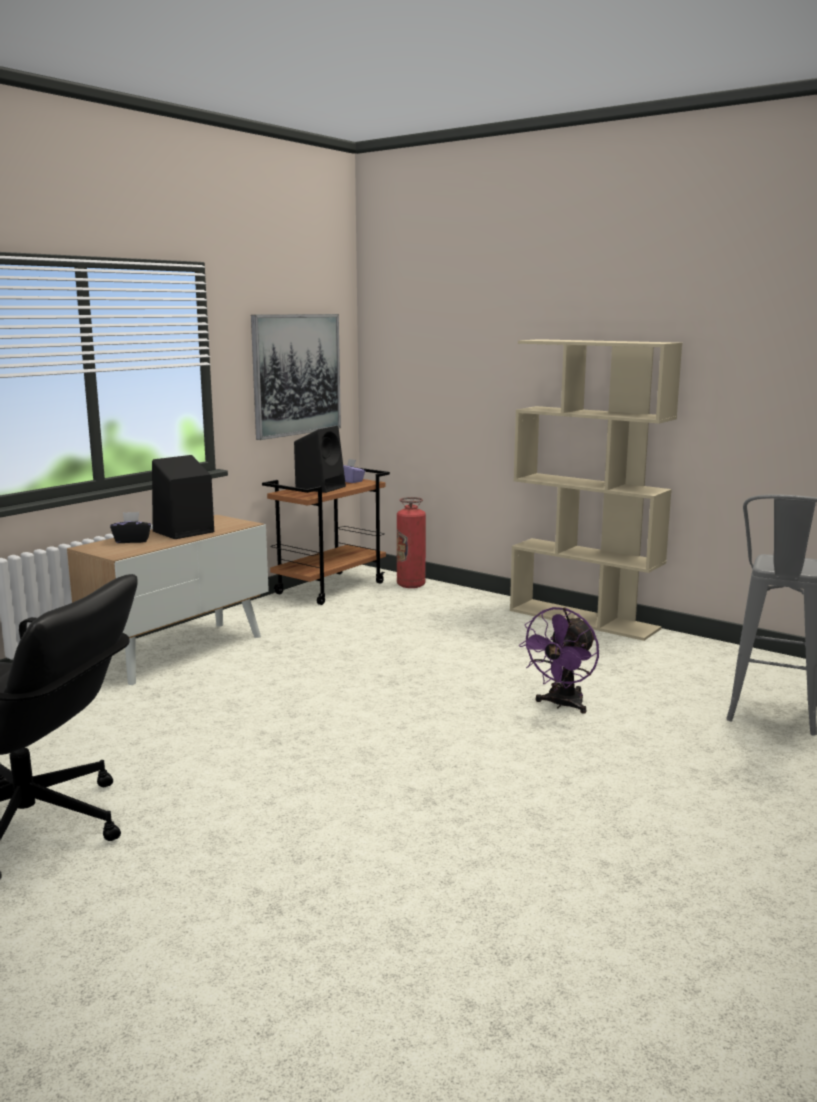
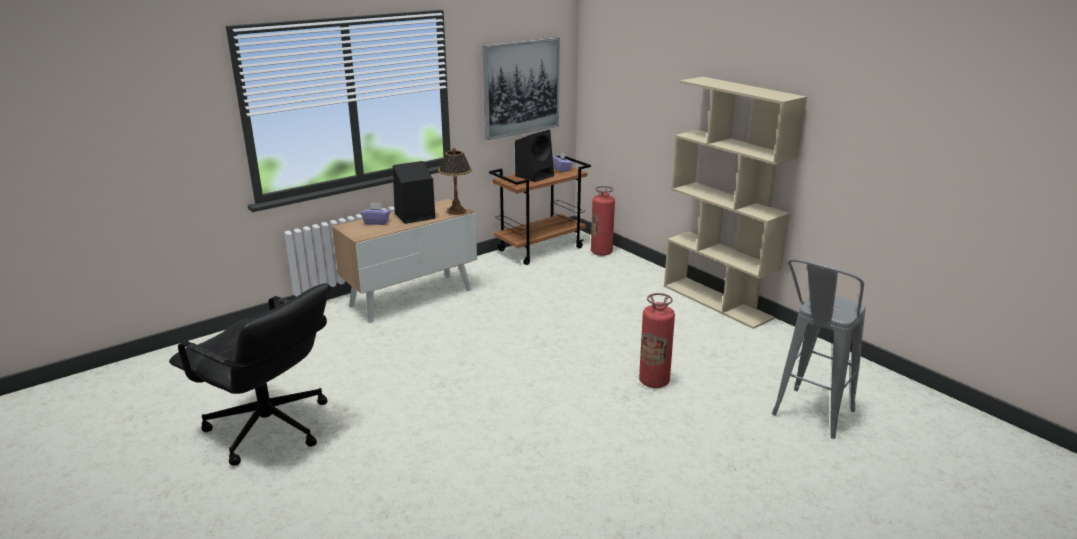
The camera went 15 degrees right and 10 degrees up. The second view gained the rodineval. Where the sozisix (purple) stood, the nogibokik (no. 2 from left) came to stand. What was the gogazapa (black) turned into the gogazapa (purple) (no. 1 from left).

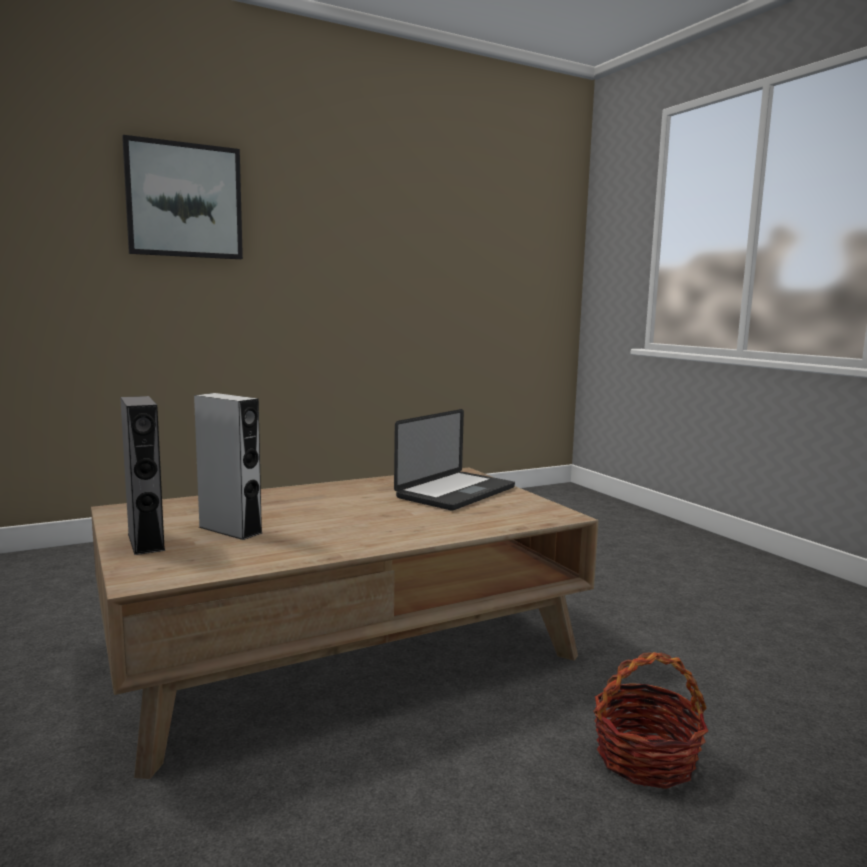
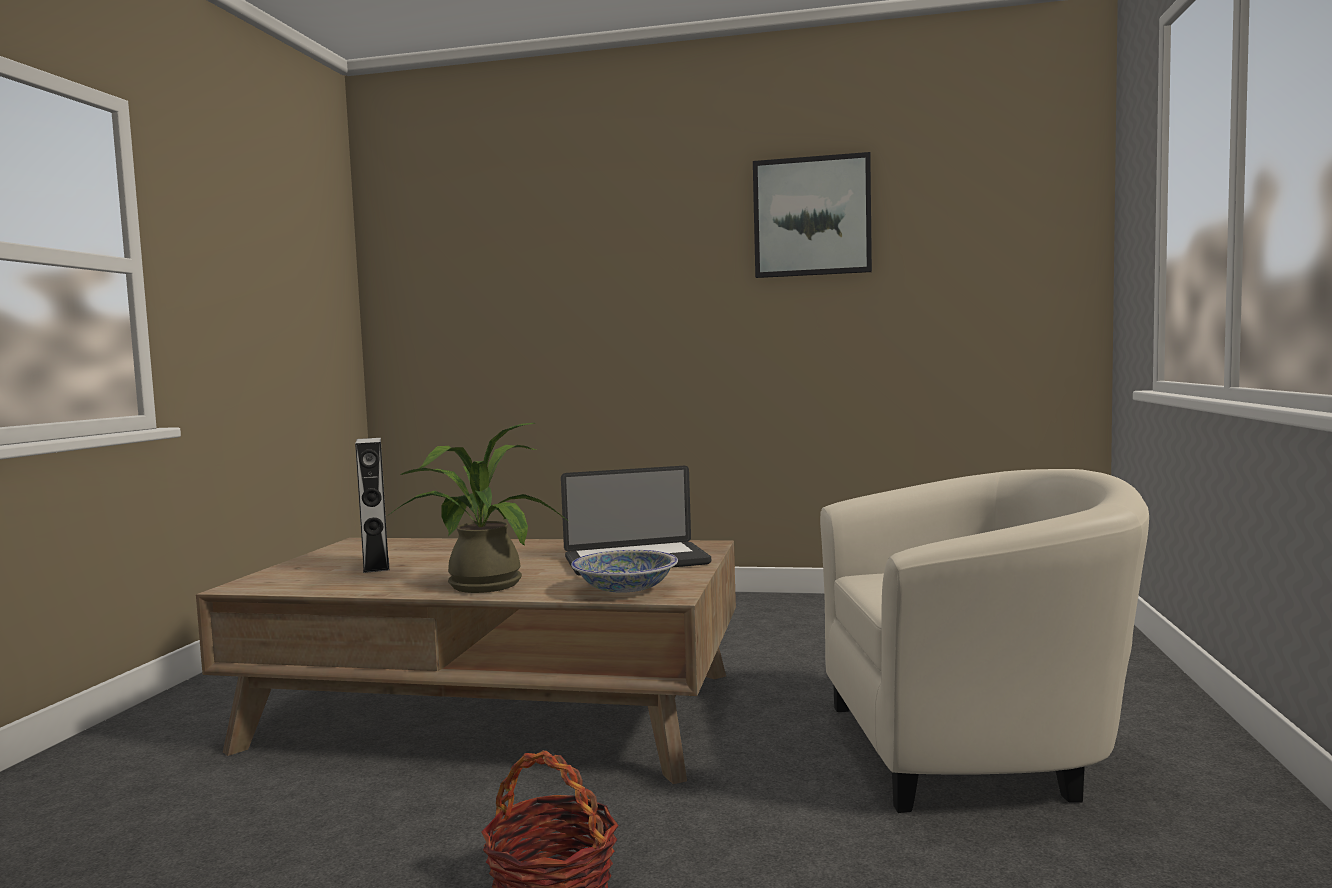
The camera went 40 degrees right and 5 degrees down. The second view lost the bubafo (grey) (no. 1 from left). The second view gained the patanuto. The second view gained the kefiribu. The second view gained the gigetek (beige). The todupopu ended up elsewhere.

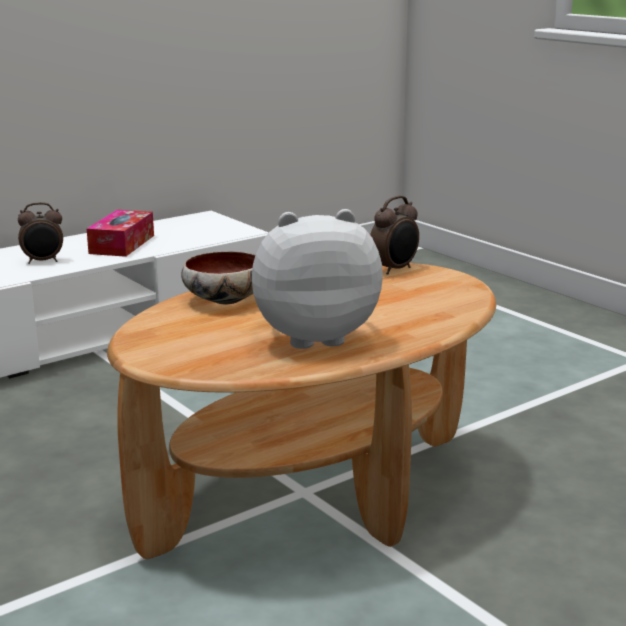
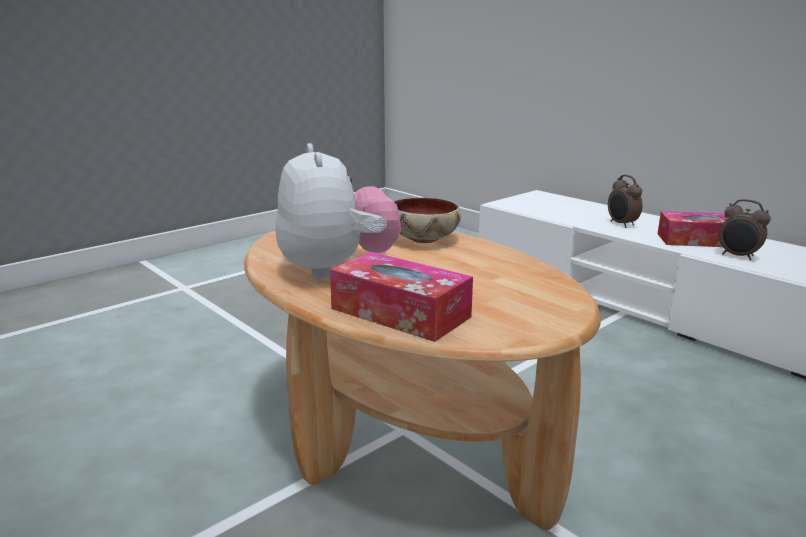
The camera went 85 degrees right and 0 degrees up. The second view gained the gogazapa (no. 1 from left). The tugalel (no. 2 from left) ended up elsewhere.

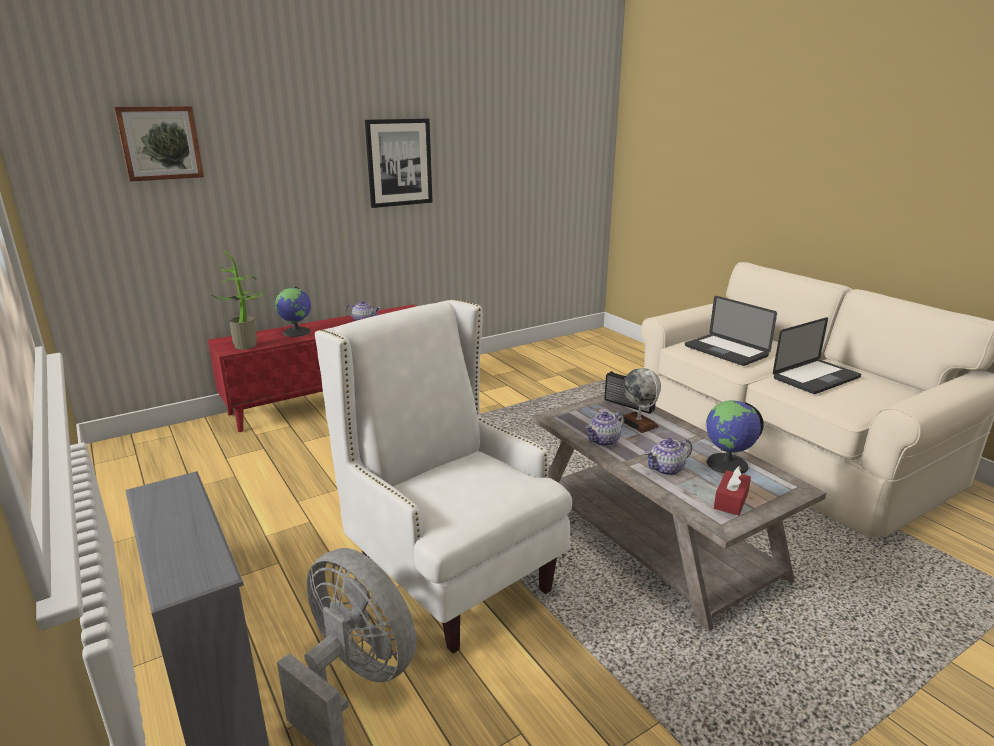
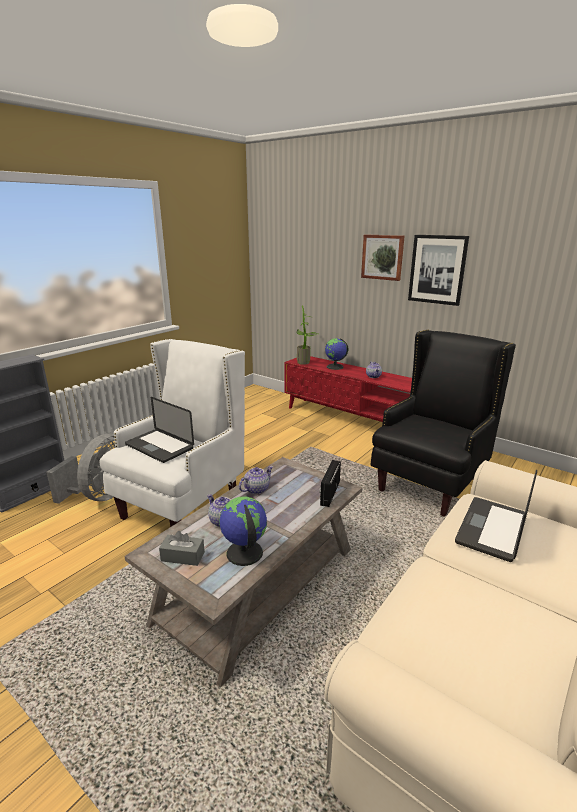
The camera went 70 degrees right and 0 degrees up. The second view lost the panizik (no. 2 from left). The second view gained the gigetek (black). The todupopu (no. 1 from left) ended up elsewhere. The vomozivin (no. 2 from left in the first image) ended up elsewhere. What was the gogazapa (red) turned into the gogazapa (grey). The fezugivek (no. 2 from left) ended up facing another way, 105 degrees clockwise from before.

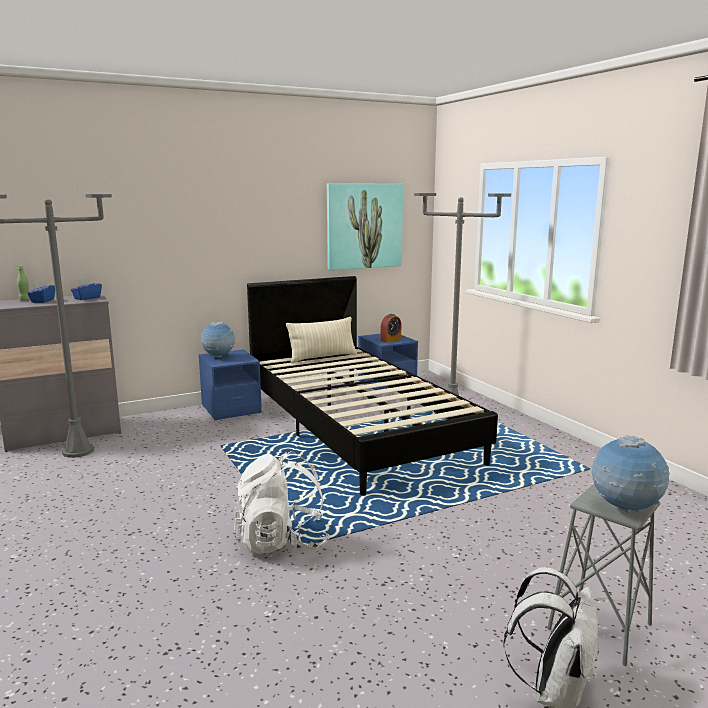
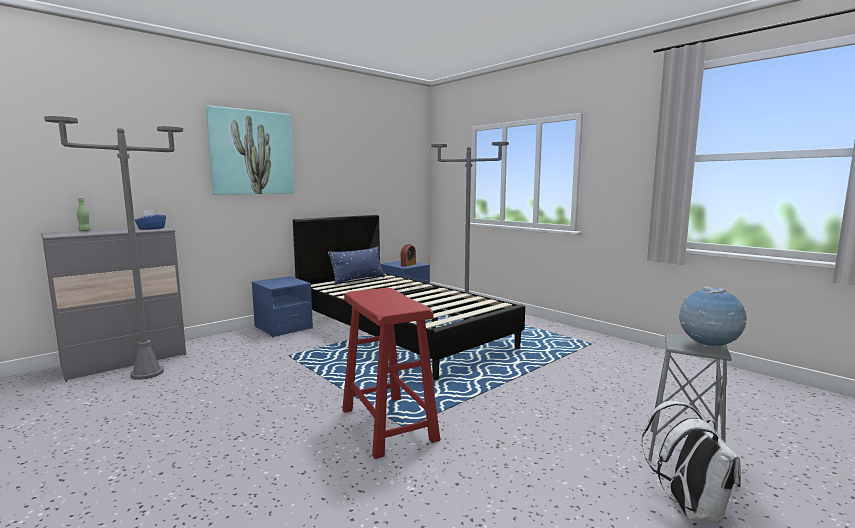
The camera went 15 degrees left and 5 degrees down. The second view lost the gogazapa (blue) (no. 1 from left). The second view lost the panizik (no. 1 from left). The todupopu ended up elsewhere. Where the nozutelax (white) (no. 1 from left) stood, the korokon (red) came to stand. What was the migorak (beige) turned into the migorak (blue).

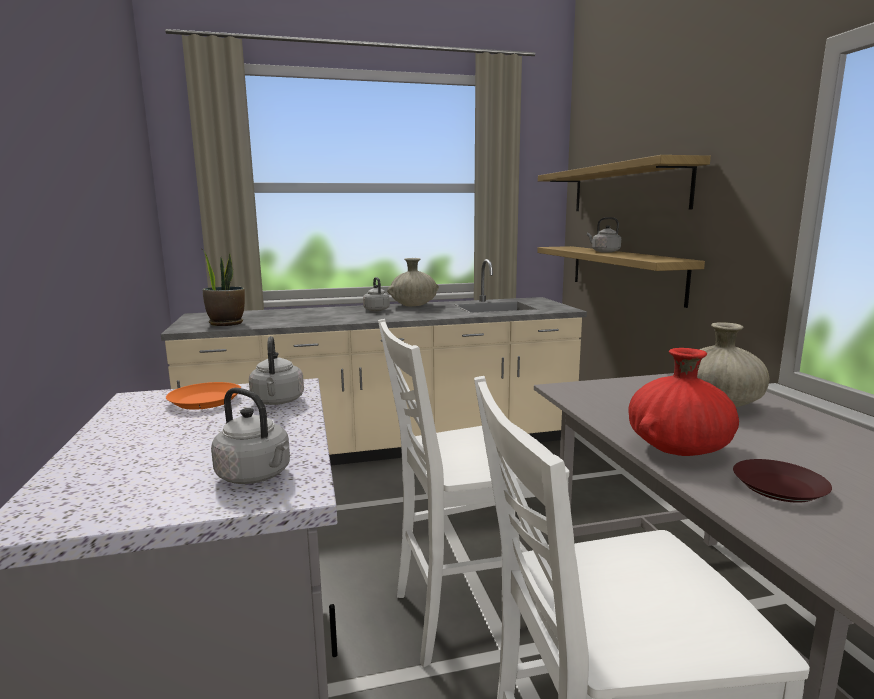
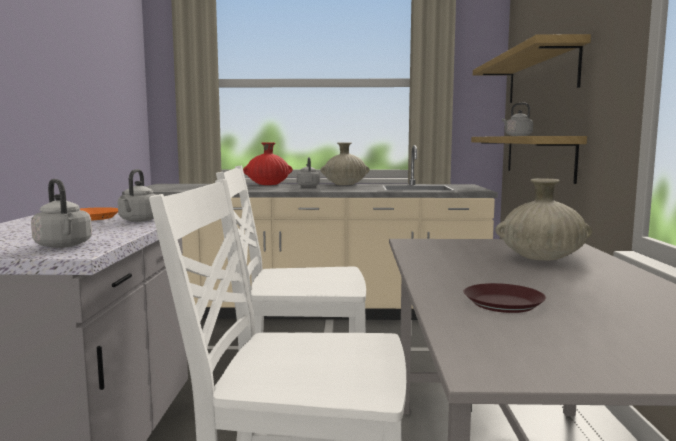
The camera went 15 degrees right and 5 degrees down. The second view lost the patanuto. The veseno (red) ended up elsewhere.

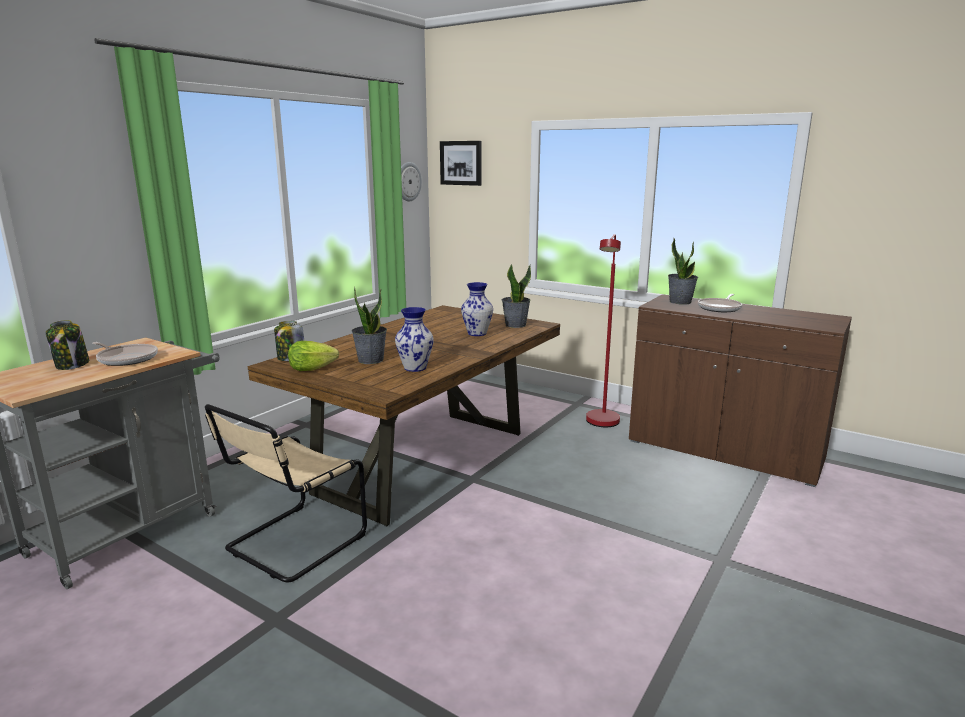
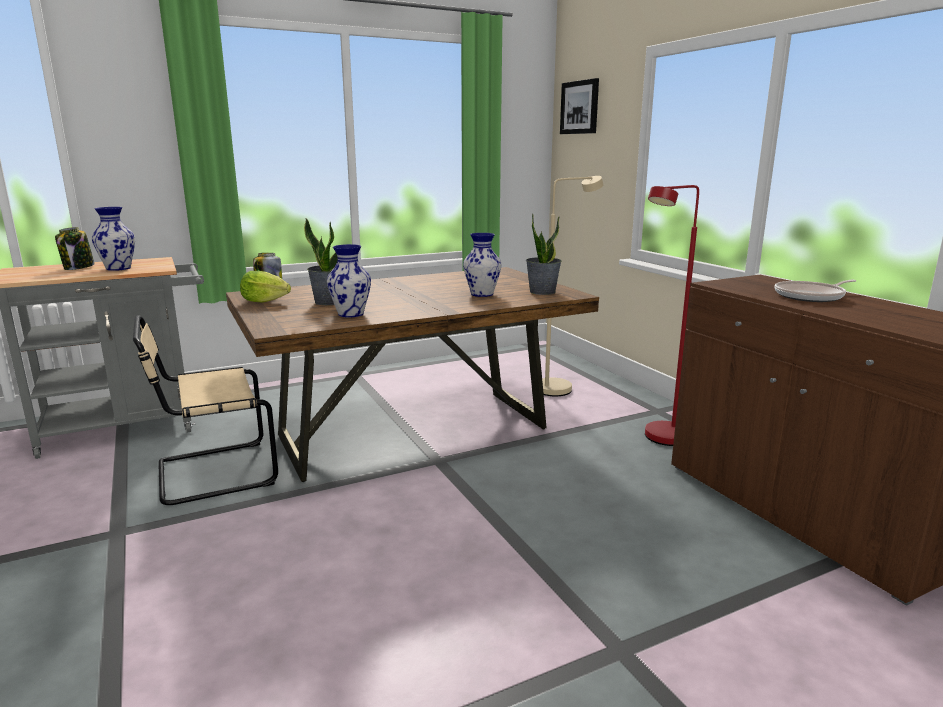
The camera went 30 degrees right and 0 degrees up. The second view lost the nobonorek. The second view lost the patanuto (no. 3 from left). The second view gained the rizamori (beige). Where the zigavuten (no. 1 from left) stood, the veseno (no. 1 from left) came to stand.

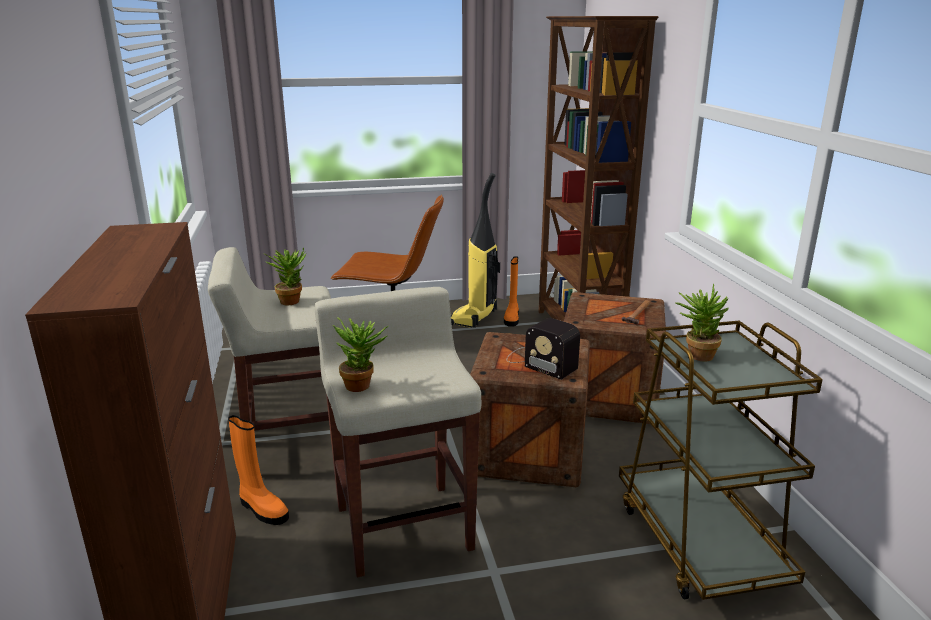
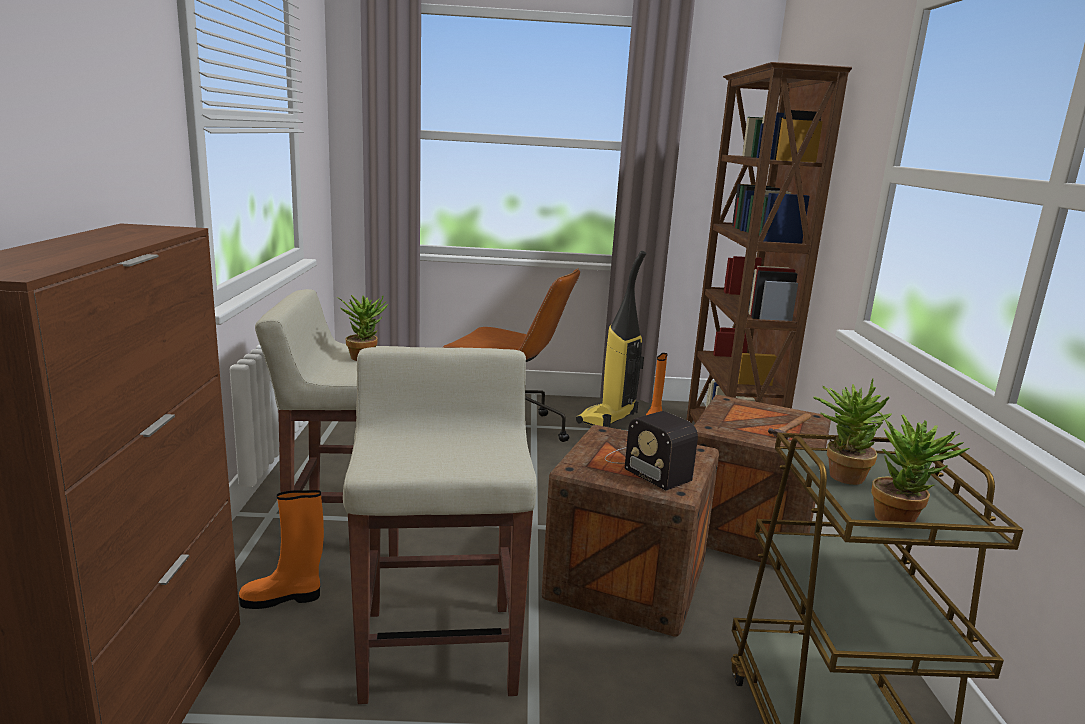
The camera went 10 degrees right and 5 degrees down. The patanuto (no. 2 from left in the first image) ended up elsewhere. The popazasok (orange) (no. 1 from left) ended up facing another way, 120 degrees clockwise from before.

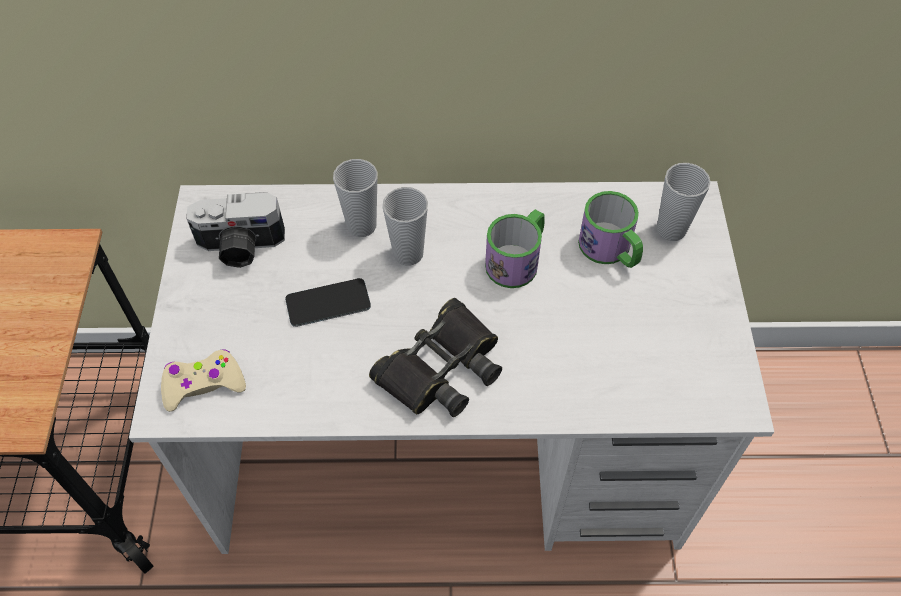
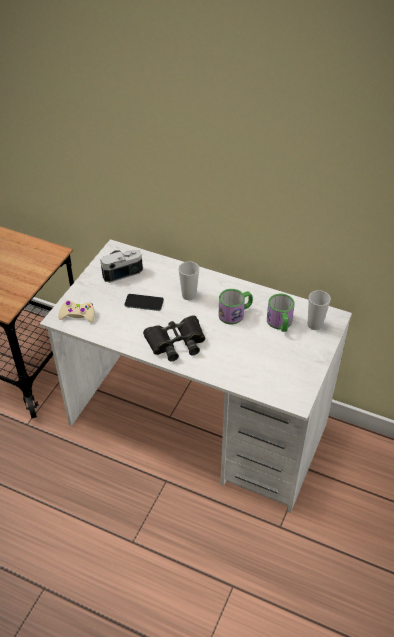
The camera went 25 degrees right and 10 degrees down. The second view lost the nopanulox (no. 1 from left). The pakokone ended up facing another way, 135 degrees clockwise from before.

